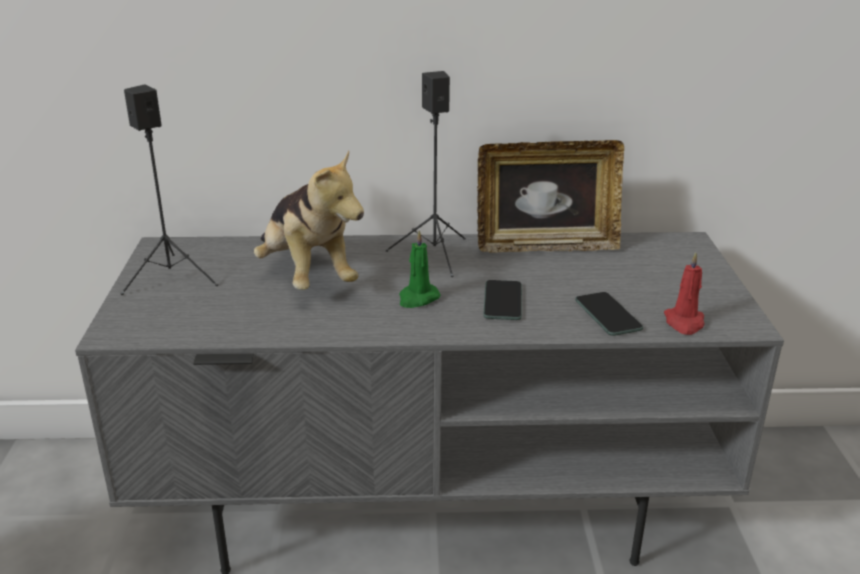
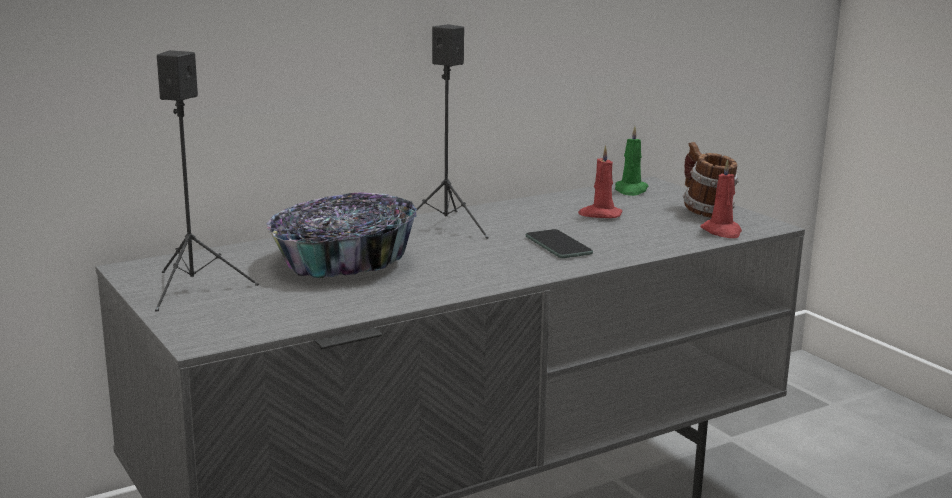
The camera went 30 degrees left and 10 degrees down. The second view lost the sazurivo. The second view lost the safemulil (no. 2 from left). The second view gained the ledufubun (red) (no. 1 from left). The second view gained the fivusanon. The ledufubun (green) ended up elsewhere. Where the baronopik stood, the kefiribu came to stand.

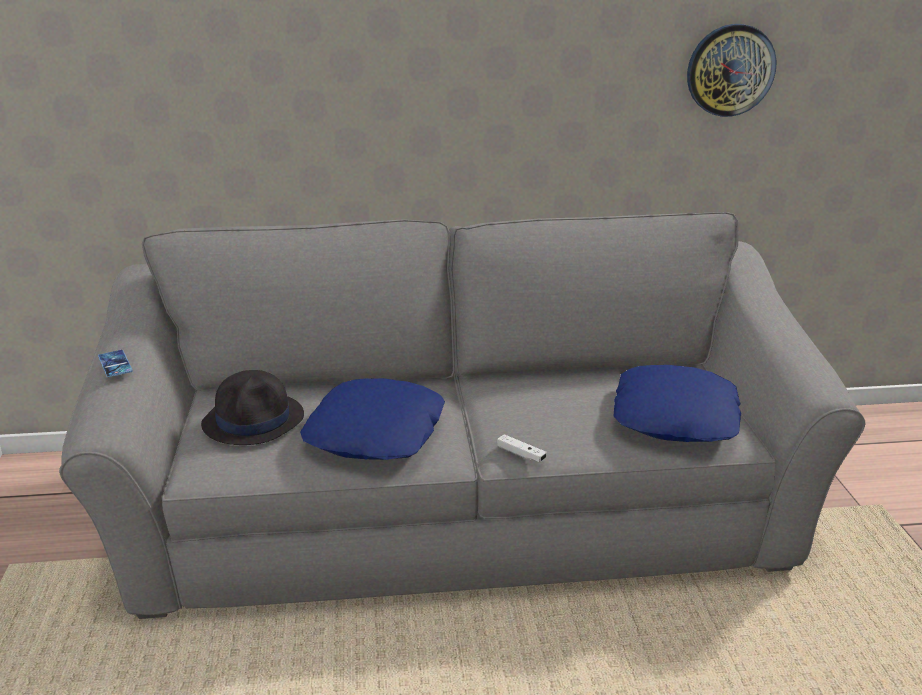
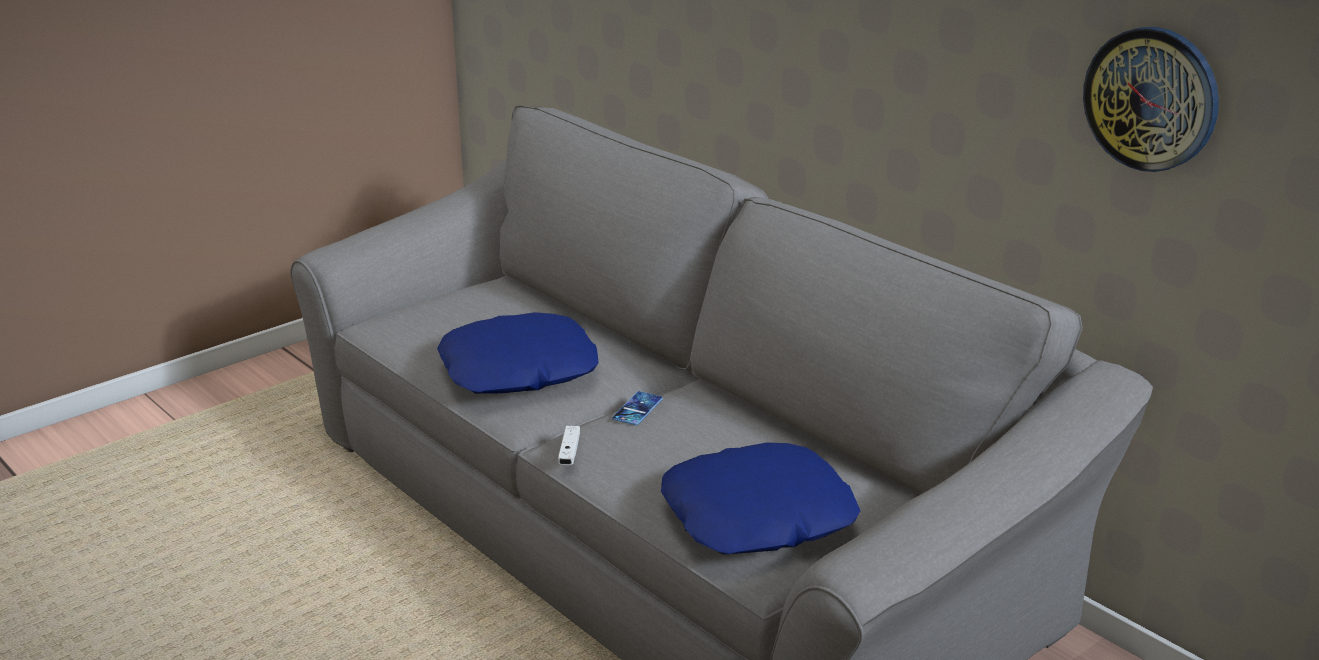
The camera went 55 degrees right and 0 degrees up. The second view lost the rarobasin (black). The safemulil ended up elsewhere.

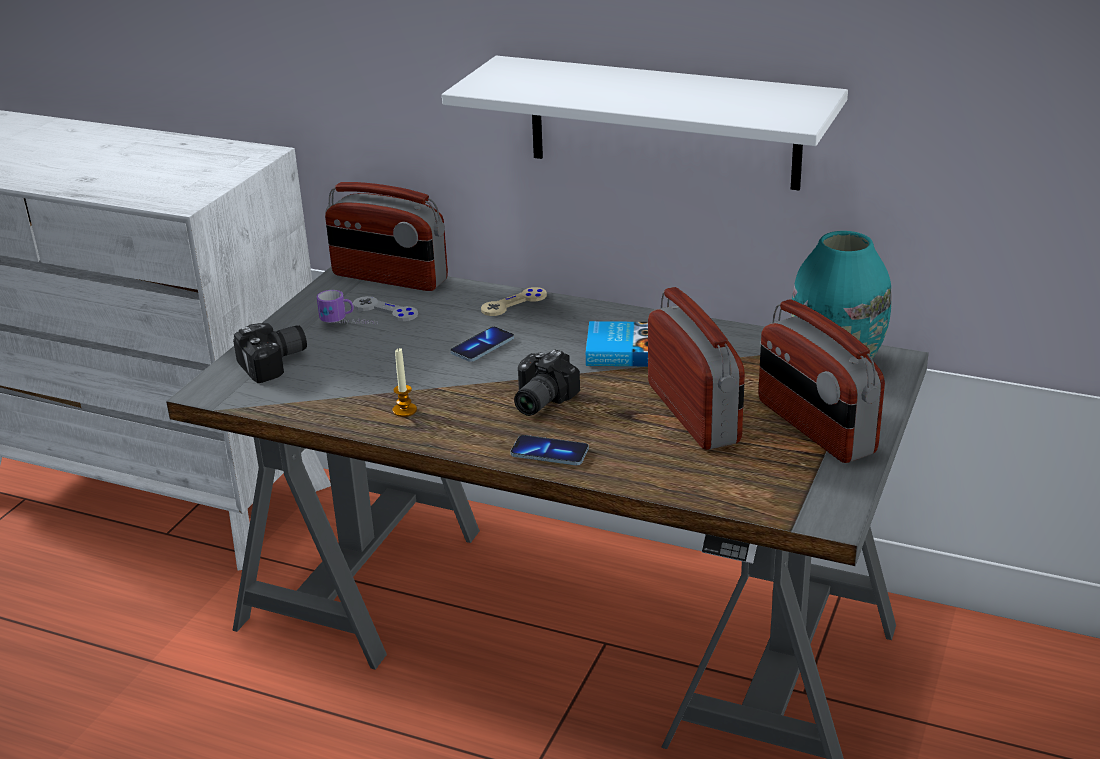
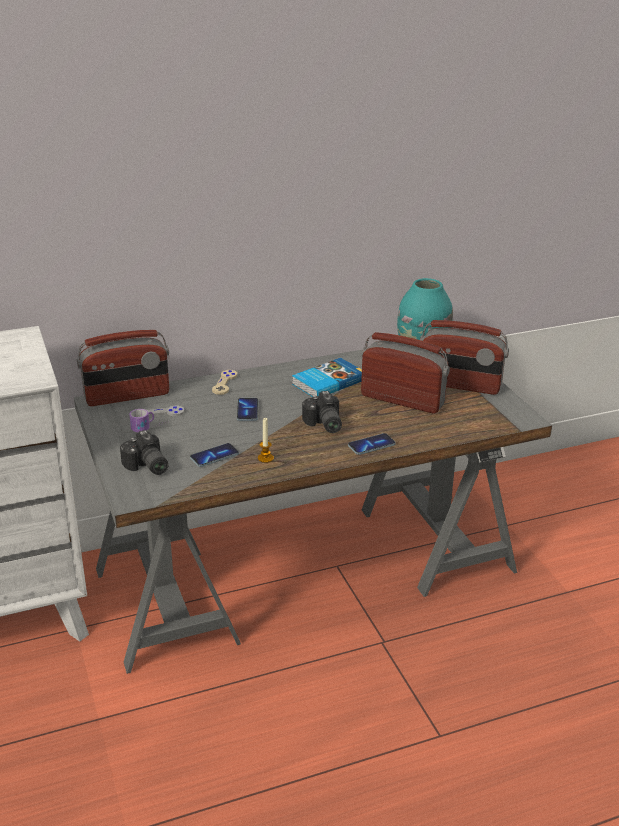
The camera went 45 degrees left and 0 degrees up. The second view lost the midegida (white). The second view gained the safemulil (no. 1 from left). The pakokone (no. 1 from left) ended up facing another way, 135 degrees clockwise from before.

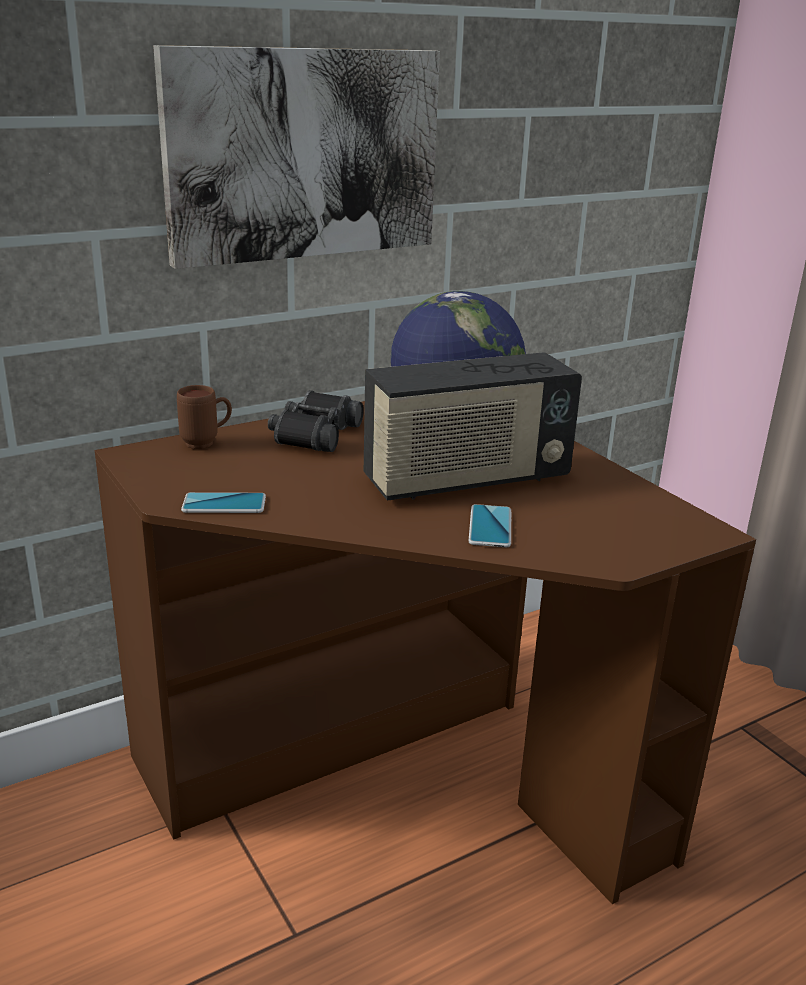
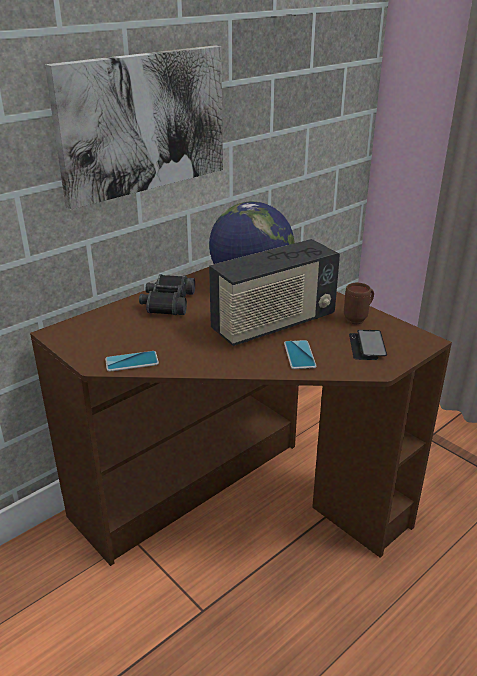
The camera went 10 degrees left and 5 degrees up. The second view gained the safemulil (no. 3 from left). The fivusanon (brown) ended up elsewhere.

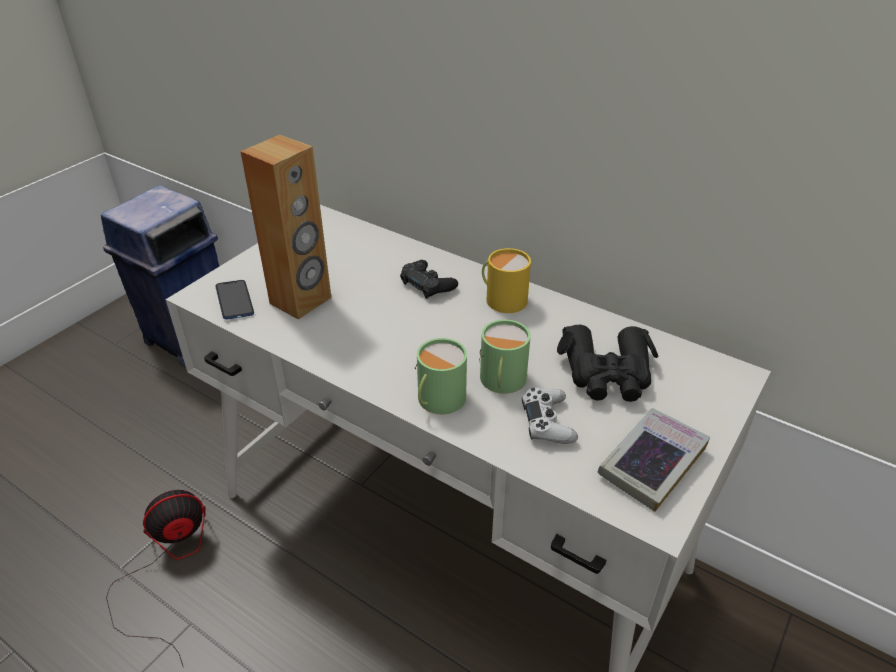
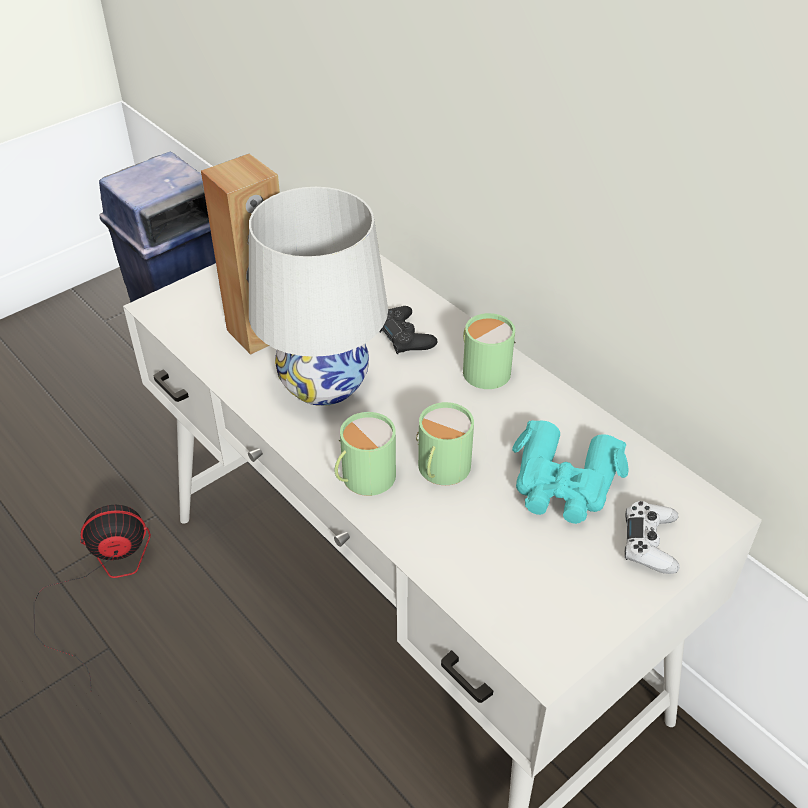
The camera went 15 degrees right and 5 degrees up. The second view lost the safemulil. The second view lost the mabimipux. The second view gained the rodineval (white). The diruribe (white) ended up elsewhere. What was the fivusanon (yellow) turned into the fivusanon (green) (no. 3 from left). What was the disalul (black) turned into the disalul (turquoise).

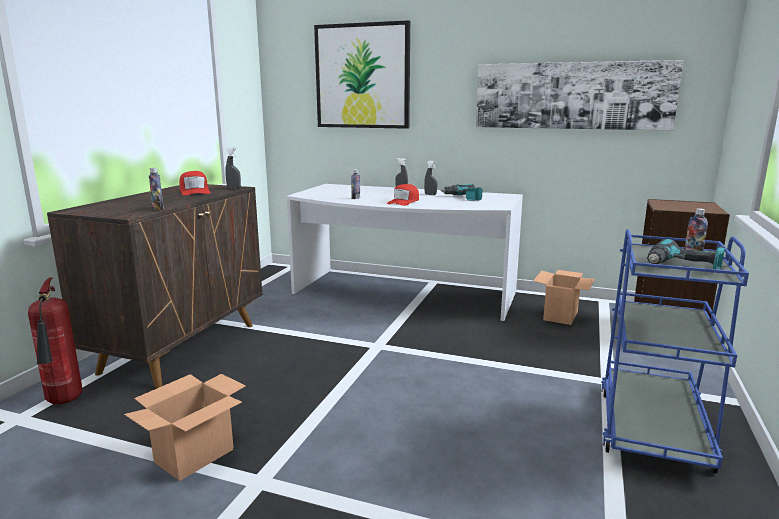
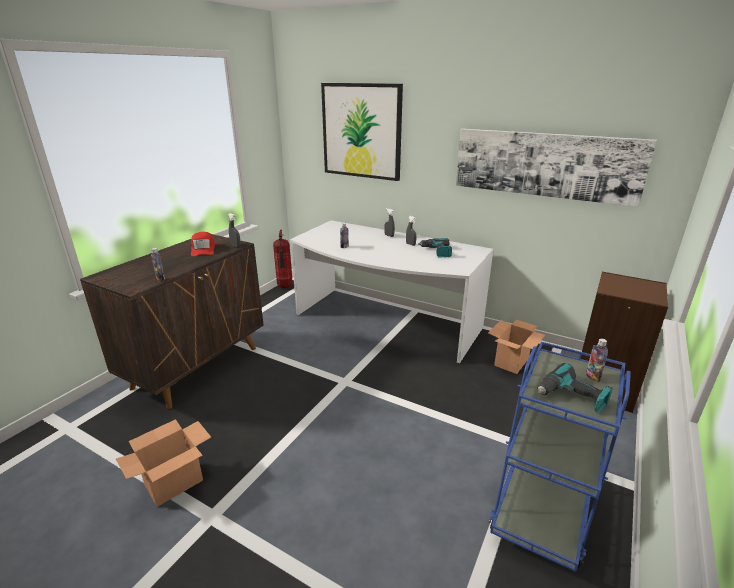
The camera went 10 degrees right and 10 degrees up. The second view lost the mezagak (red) (no. 2 from left). The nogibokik ended up elsewhere.

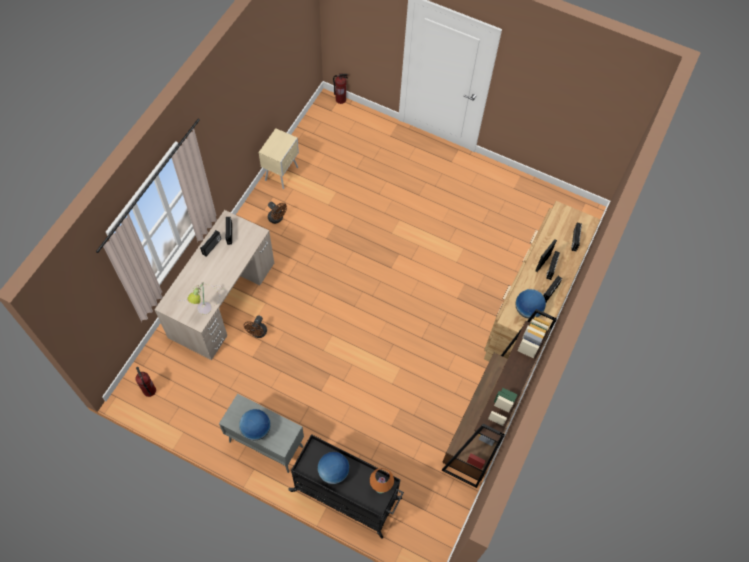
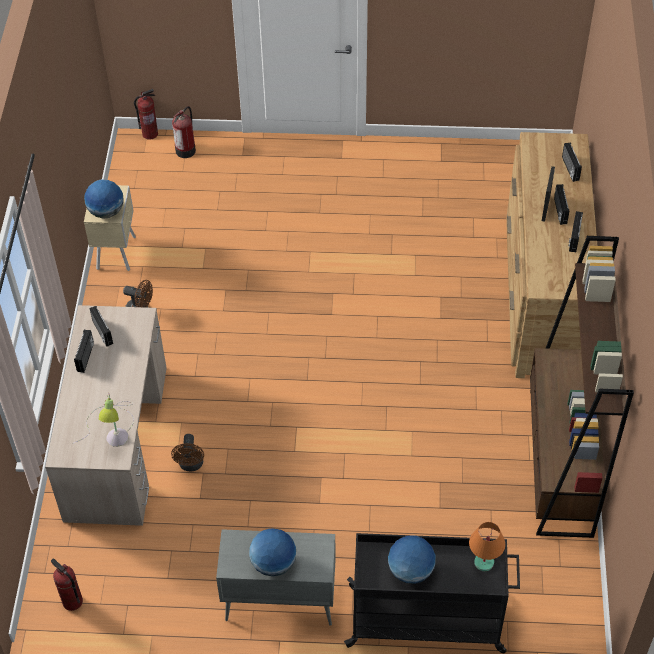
The camera went 20 degrees left and 10 degrees down. The second view gained the nogibokik (no. 3 from left). The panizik (no. 3 from left in the first image) ended up elsewhere.

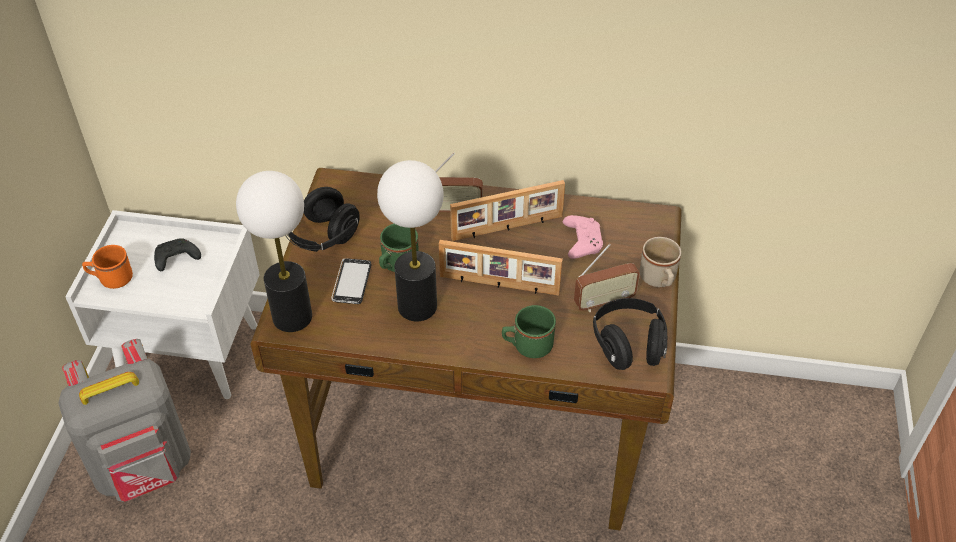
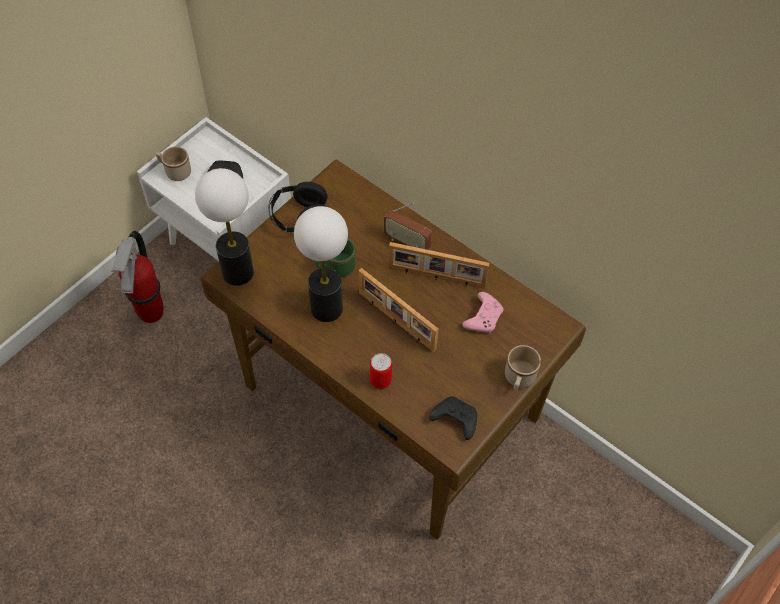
The camera went 30 degrees right and 10 degrees up. The second view lost the safemulil. The second view lost the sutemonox (no. 2 from left). Where the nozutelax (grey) stood, the nogibokik came to stand. Where the fivusanon (green) (no. 2 from left) stood, the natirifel came to stand. Where the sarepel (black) (no. 2 from left) stood, the diruribe (black) (no. 2 from left) came to stand. What was the fivusanon (orange) turned into the fivusanon (beige) (no. 1 from left).

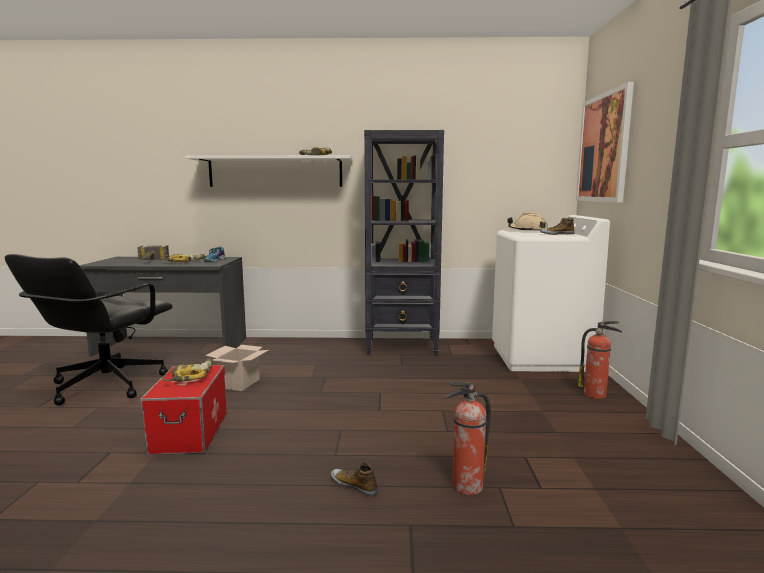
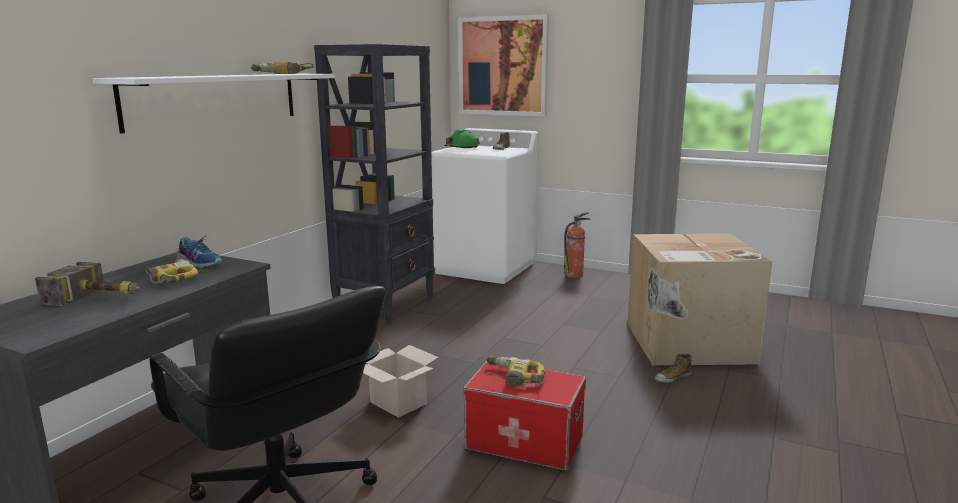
The camera went 65 degrees left and 5 degrees up. Where the nogibokik (no. 1 from left) stood, the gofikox (no. 2 from left) came to stand. What was the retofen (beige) turned into the retofen (green).

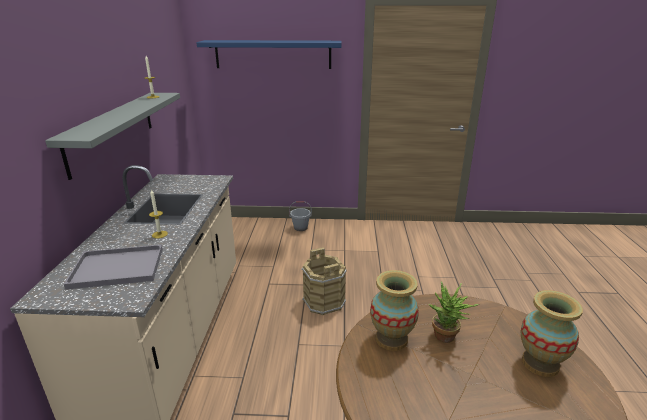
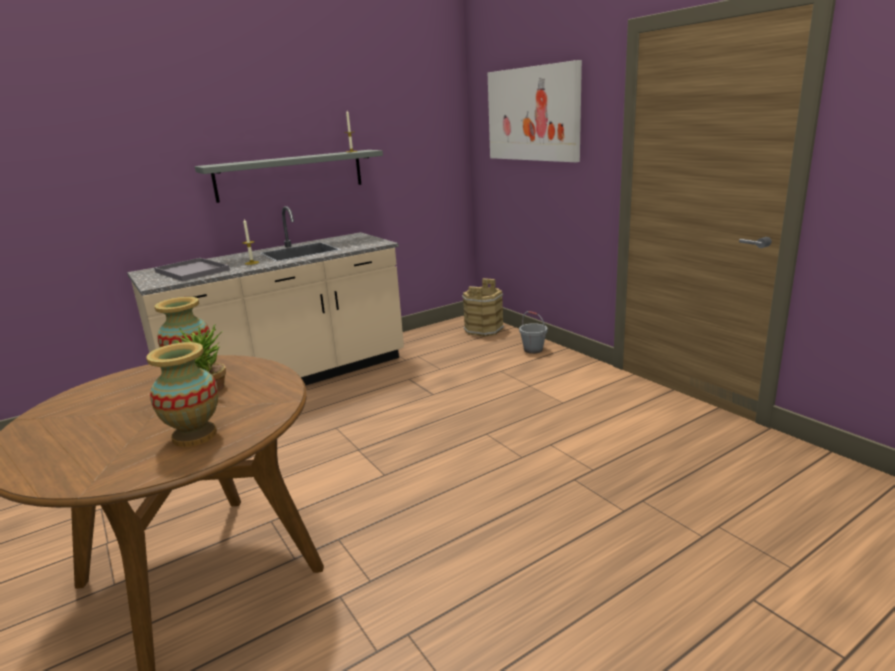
The camera went 55 degrees right and 5 degrees down. The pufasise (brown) ended up elsewhere. Where the midegida (blue) hung, the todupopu came to hang.

